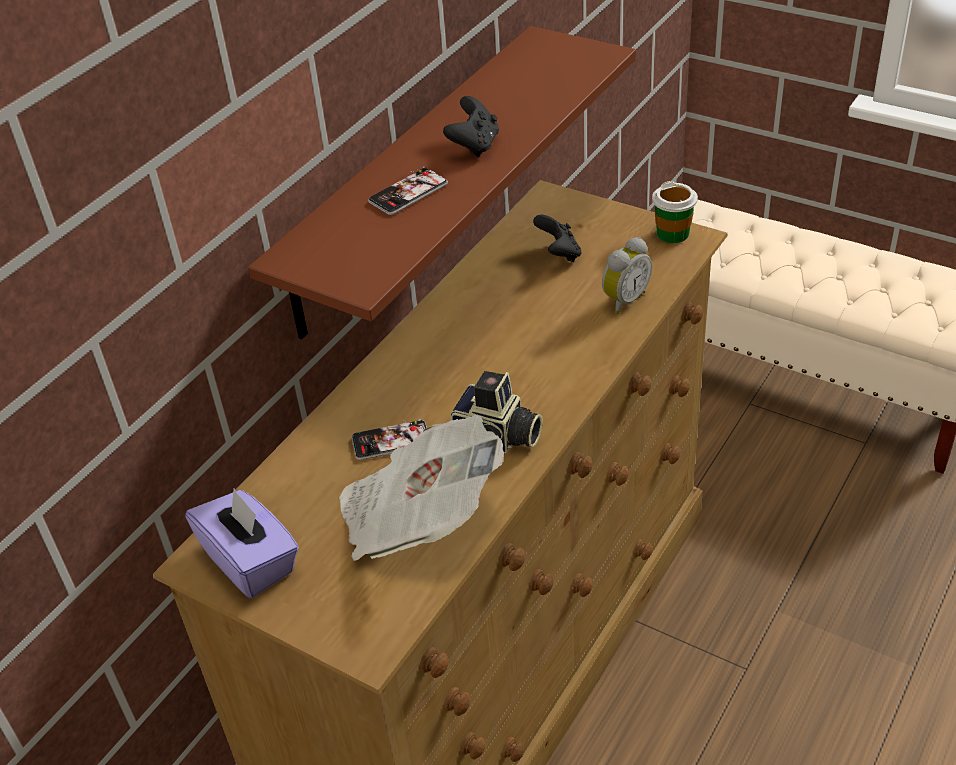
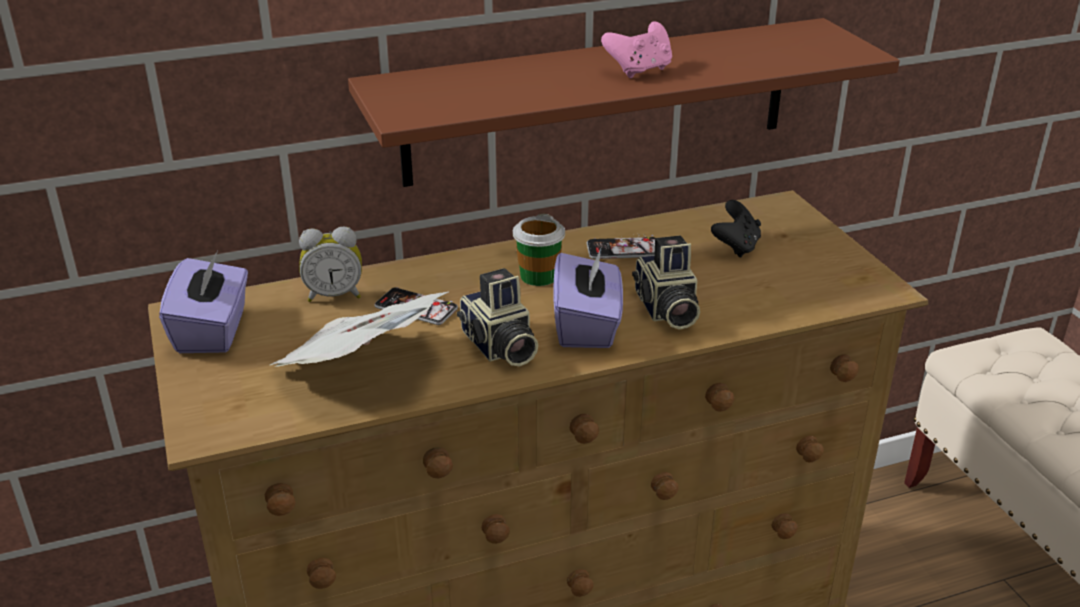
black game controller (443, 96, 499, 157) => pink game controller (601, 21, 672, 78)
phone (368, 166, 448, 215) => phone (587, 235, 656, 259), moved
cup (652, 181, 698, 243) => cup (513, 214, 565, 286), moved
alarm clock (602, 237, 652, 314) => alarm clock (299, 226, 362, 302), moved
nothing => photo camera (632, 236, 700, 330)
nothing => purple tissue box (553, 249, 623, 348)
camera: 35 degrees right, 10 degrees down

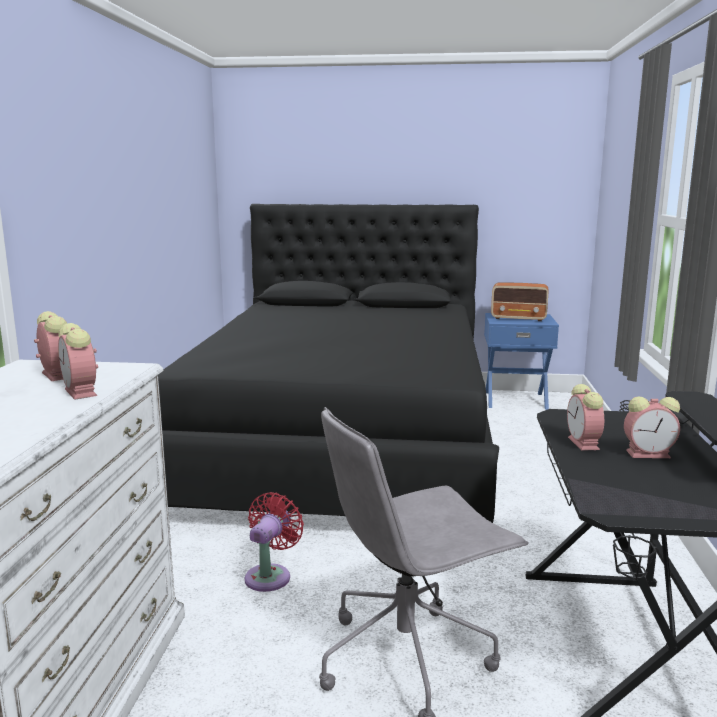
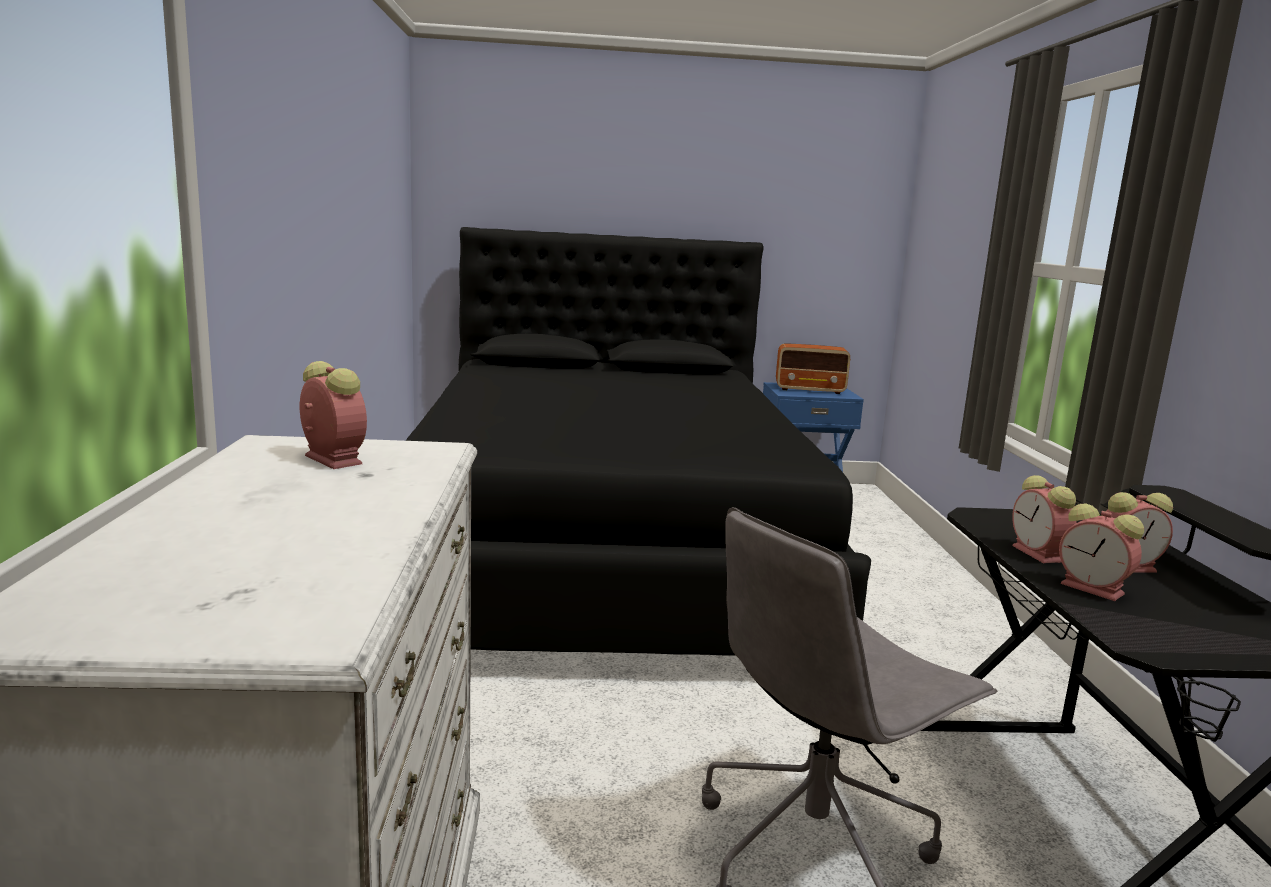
alarm clock (58, 323, 98, 400) => alarm clock (1059, 504, 1144, 601), moved
red fan (245, 492, 304, 592) => nothing
camera: 10 degrees left, 0 degrees up

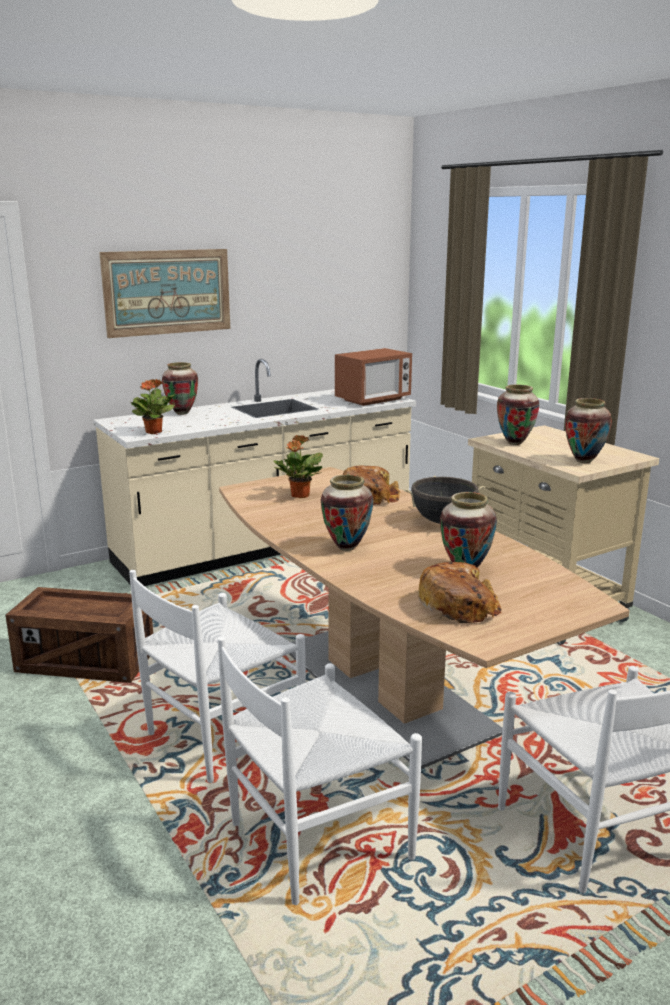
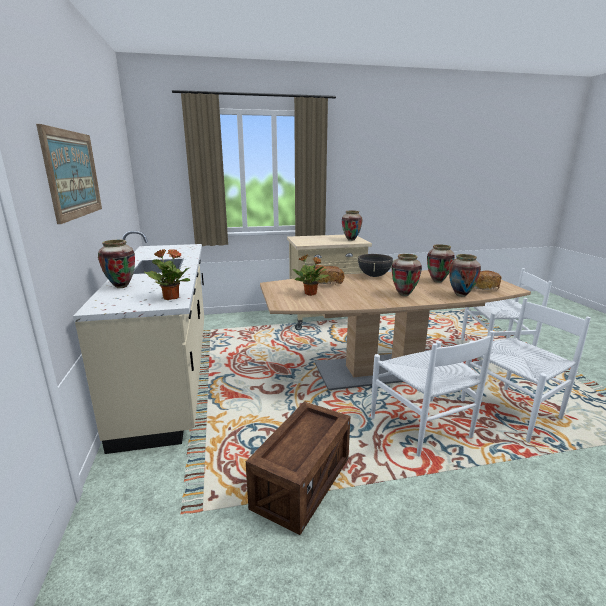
microwave (335, 348, 412, 406) => nothing
vase (497, 385, 539, 445) => vase (449, 254, 481, 297), moved
white chair (218, 637, 422, 905) => white chair (461, 298, 591, 443), 105 degrees counterclockwise
camera: 70 degrees left, 0 degrees up

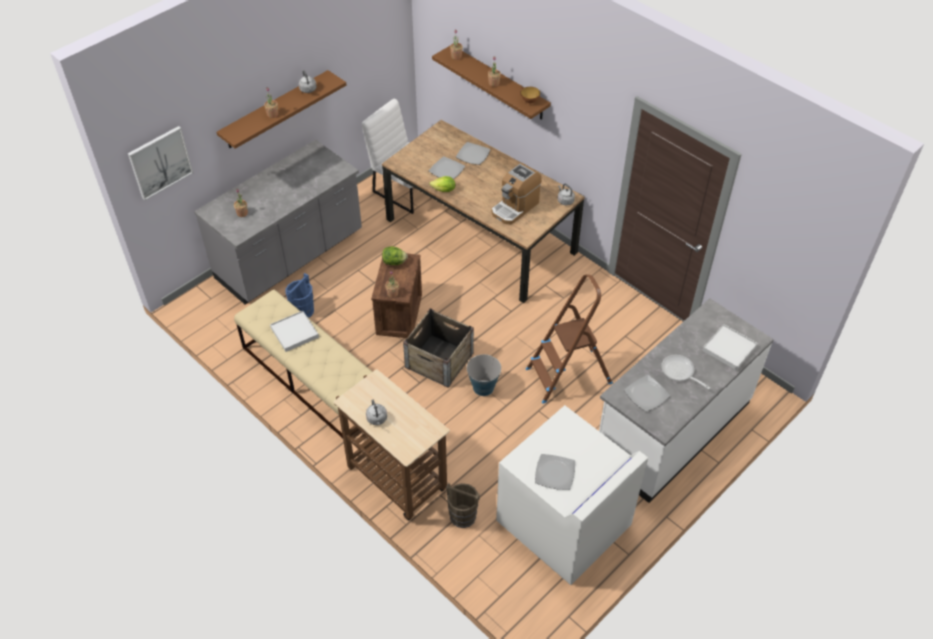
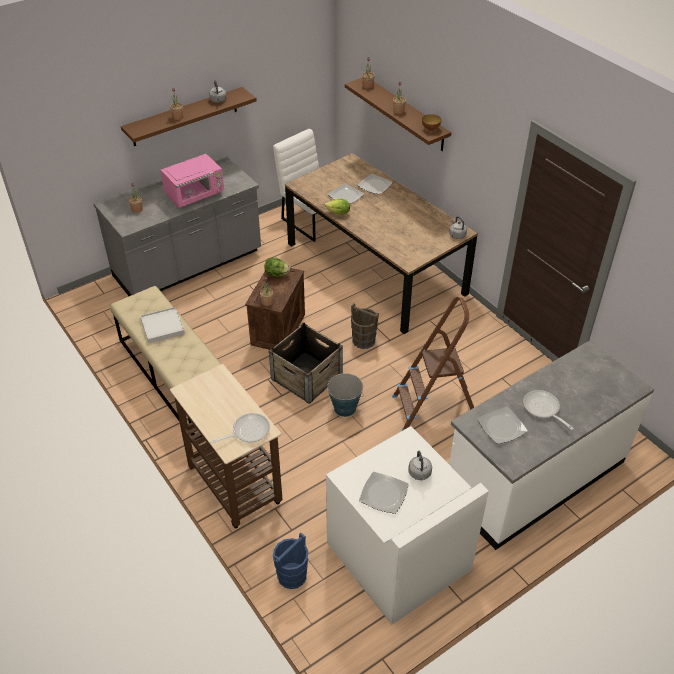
picture (128, 126, 193, 200) => nothing
coffee machine (492, 163, 542, 225) => nothing
blue bucket (286, 273, 314, 318) => blue bucket (273, 532, 308, 589), moved
white tray (702, 324, 758, 371) => nothing
grey kettle (366, 400, 387, 425) => grey kettle (408, 451, 432, 480), moved
brown bucket (446, 483, 480, 528) => brown bucket (351, 303, 379, 349), moved
nothing => pink microwave (160, 154, 224, 208)
nothing => frying pan (210, 413, 270, 444)
camera: 10 degrees right, 5 degrees down

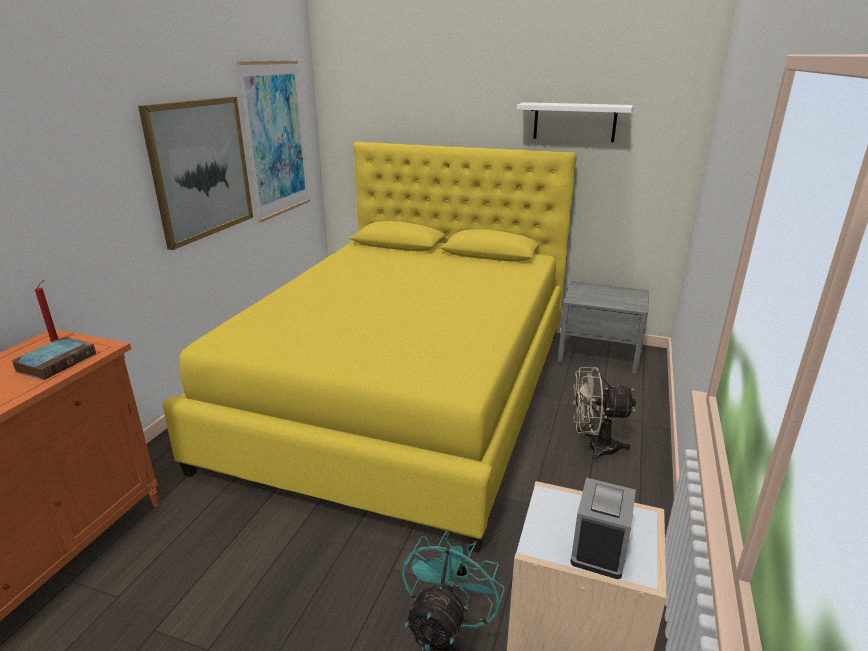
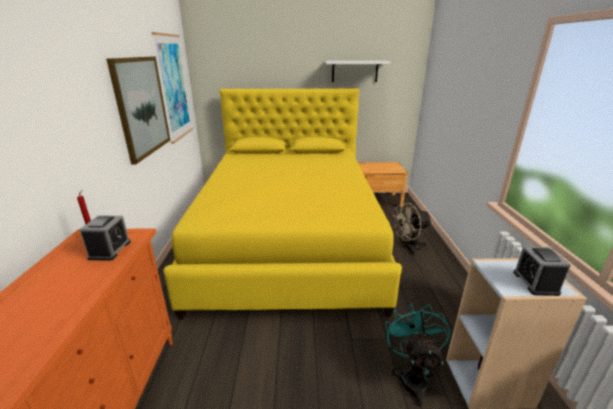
grey nightstand (558, 282, 649, 374) => brown nightstand (358, 162, 407, 208)
book (11, 337, 96, 380) => alarm clock (79, 215, 131, 261)
camera: 20 degrees left, 0 degrees up

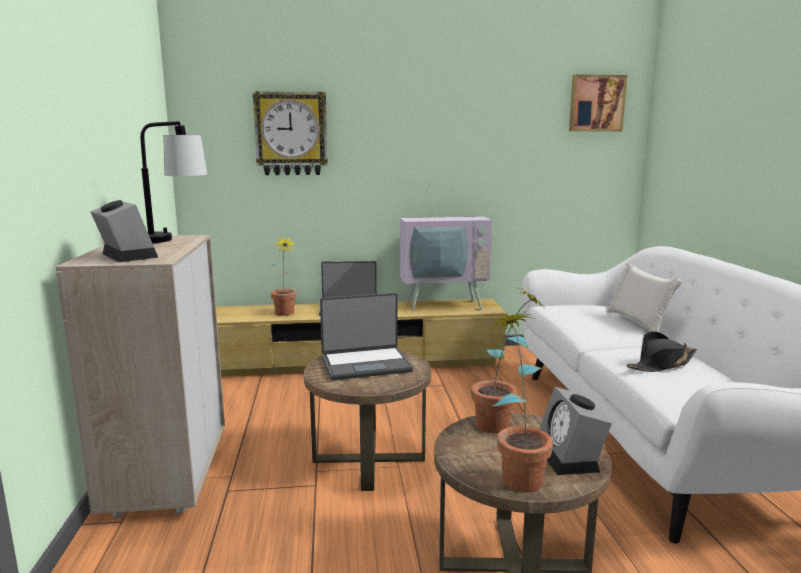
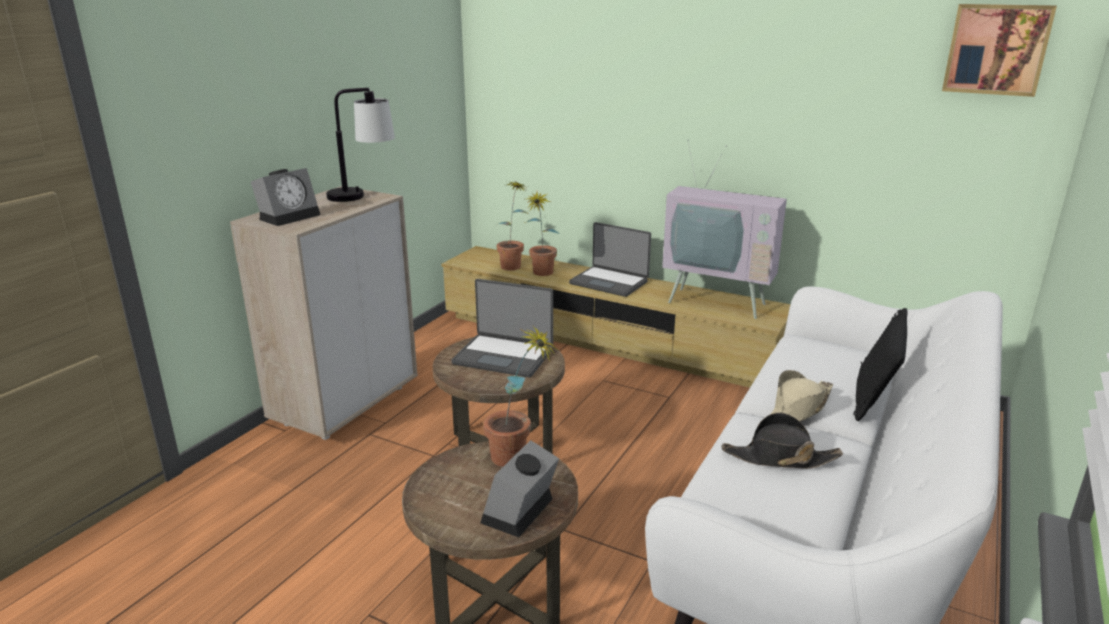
wall clock (252, 91, 328, 175) => nothing
alarm clock (90, 200, 158, 262) => alarm clock (251, 168, 320, 226), 45 degrees clockwise
white pillow (606, 262, 682, 332) => black pillow (853, 308, 908, 421)
potted plant (491, 312, 553, 492) => potted plant (495, 181, 528, 270), moved
nothing => beige hat (771, 370, 833, 421)
camera: 35 degrees right, 10 degrees up

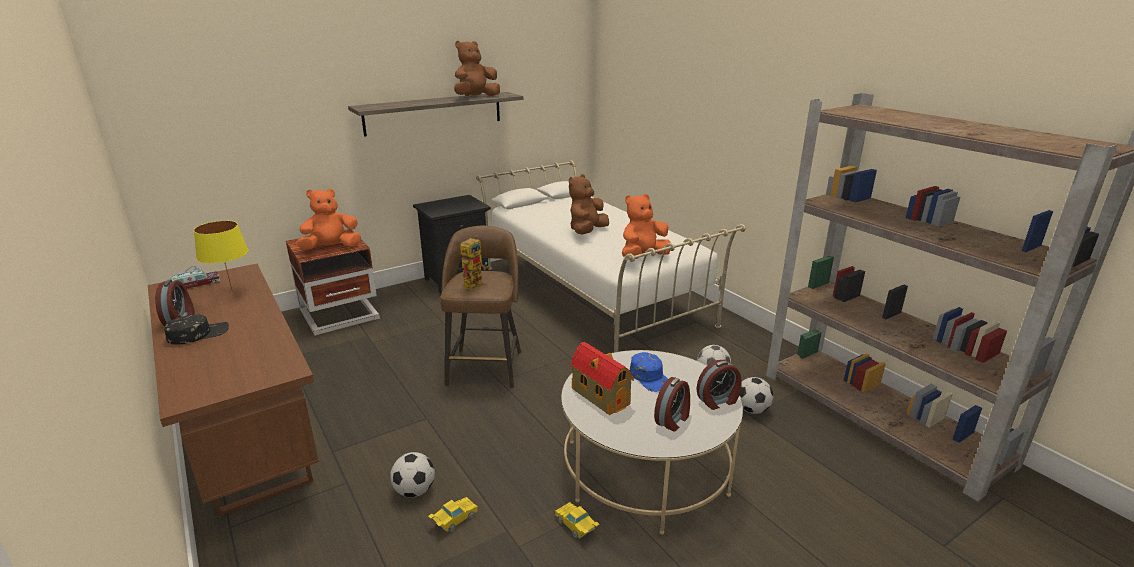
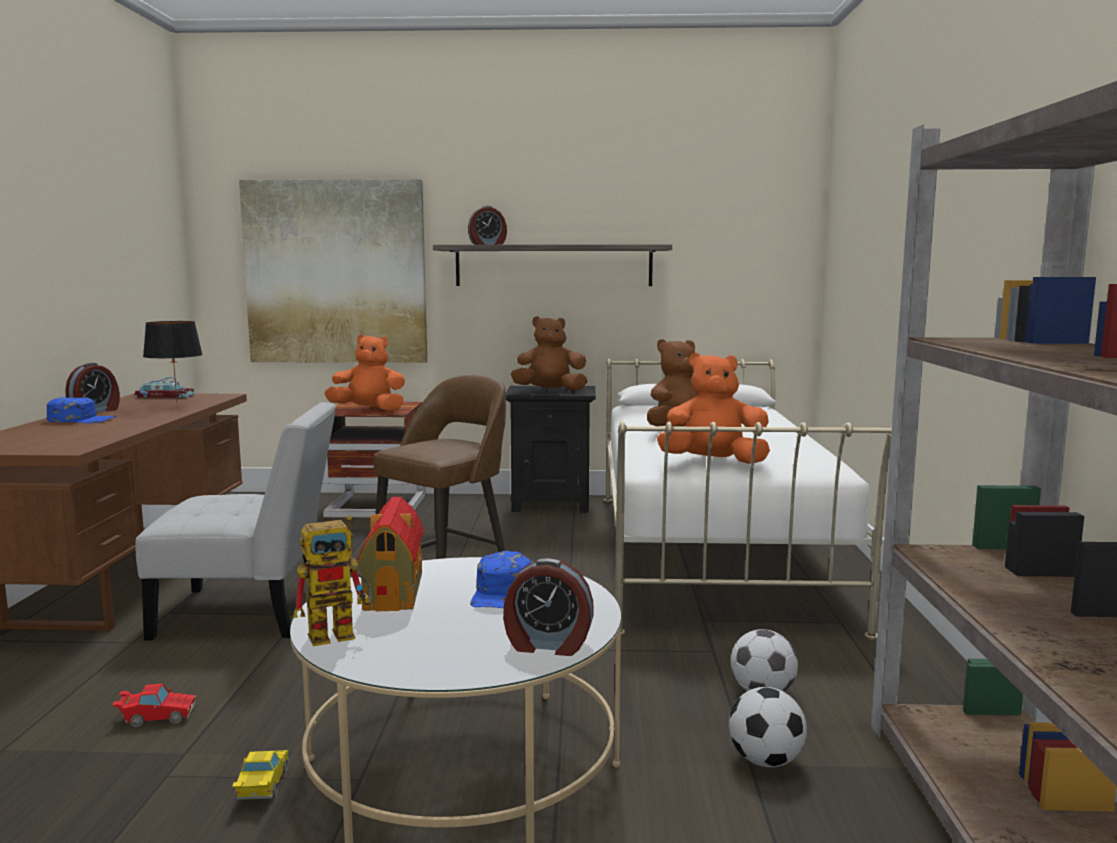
brown plush toy (454, 41, 500, 96) => brown plush toy (511, 316, 587, 391), moved
yellow table lamp (194, 221, 249, 292) => black table lamp (143, 321, 203, 405)
toy robot (460, 235, 488, 291) => toy robot (293, 516, 372, 646), moved
black cap (165, 314, 229, 345) => blue cap (47, 397, 116, 423)
alarm clock (654, 377, 690, 432) => alarm clock (468, 206, 507, 245), moved
football (390, 452, 435, 497) => nothing
yellow toy car (429, 497, 478, 532) => red toy car (112, 684, 196, 727)
nothing => picture (239, 179, 427, 363)
nothing => white chair (135, 402, 336, 641)
camera: 35 degrees right, 15 degrees down

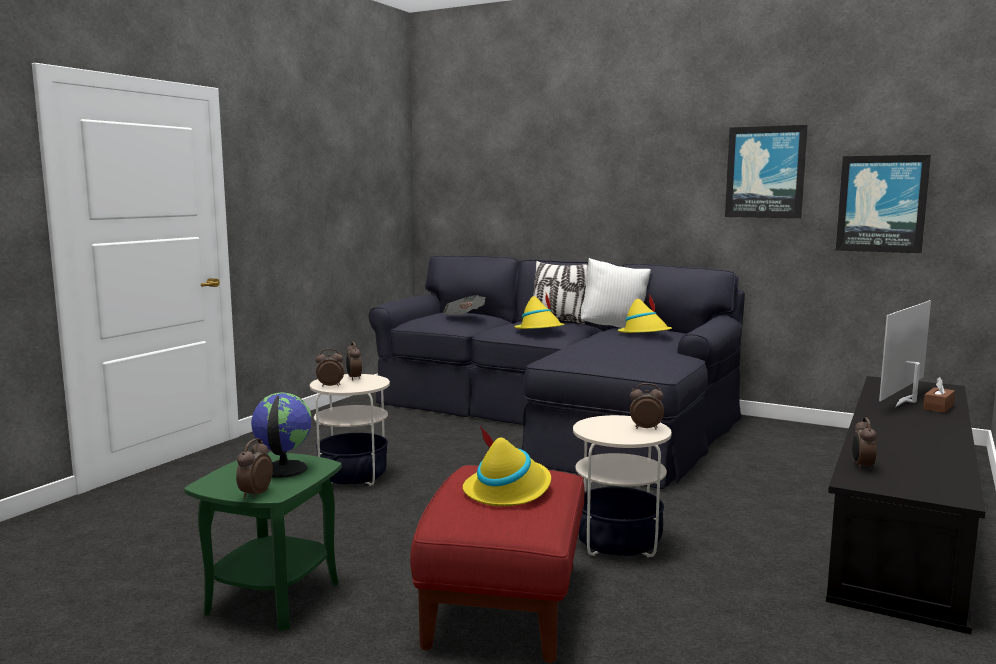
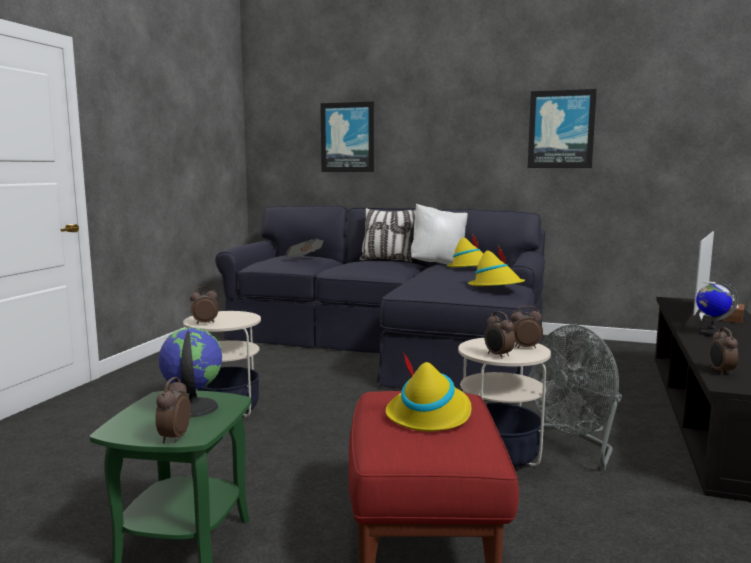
picture (836, 155, 931, 253) => picture (320, 102, 374, 172), moved
yellow hat (514, 293, 565, 329) => yellow hat (468, 245, 525, 286), moved
alarm clock (346, 342, 362, 380) => alarm clock (484, 311, 515, 359), moved
nothing => globe (696, 281, 738, 337)
nothing => grey fan (517, 325, 622, 471)
camera: 10 degrees left, 0 degrees up

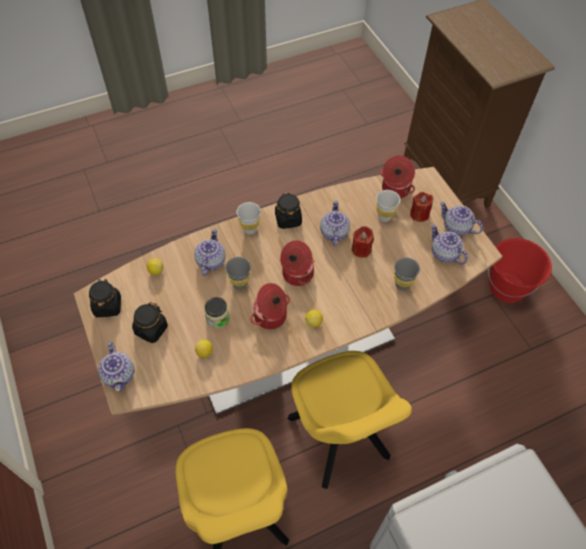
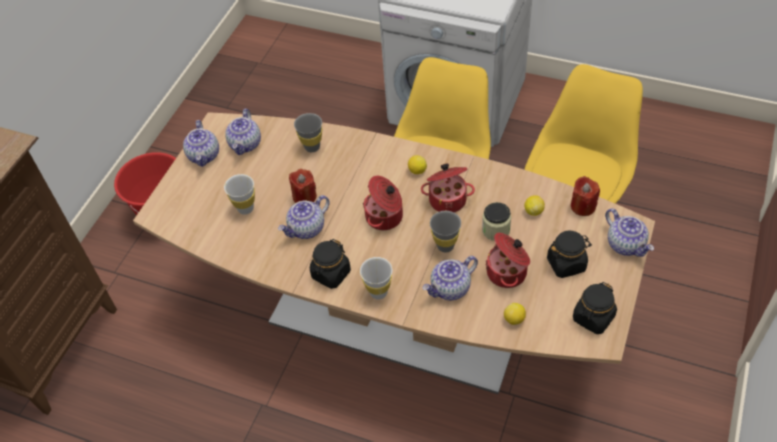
cooking pot (380, 155, 415, 199) => cooking pot (485, 233, 530, 288), moved
red candle (410, 192, 433, 222) => red candle (571, 176, 600, 216), moved
teapot (98, 342, 134, 392) => teapot (605, 208, 654, 257), 120 degrees clockwise
camera: 130 degrees left, 5 degrees down

